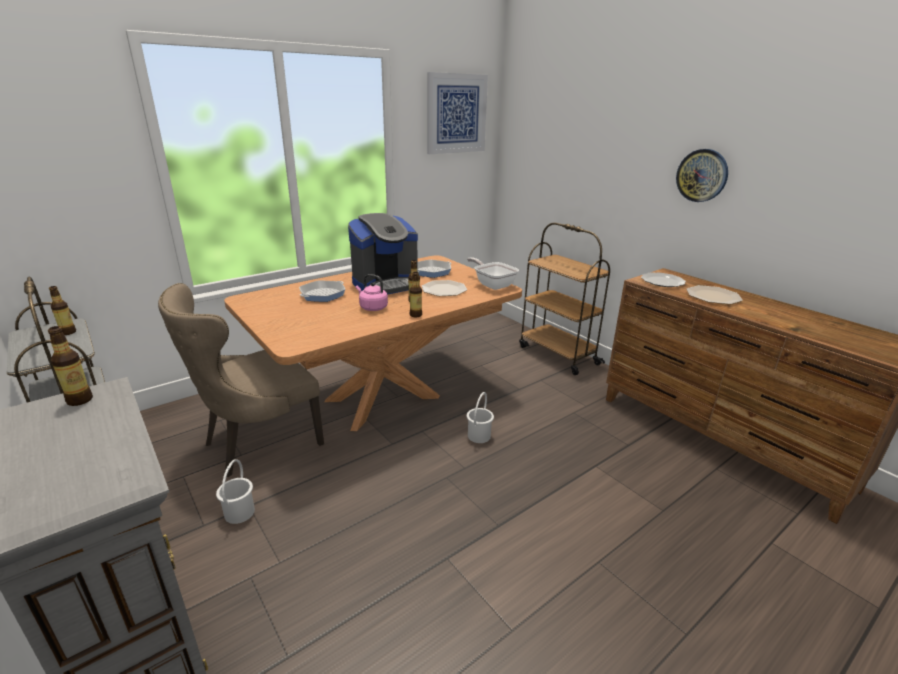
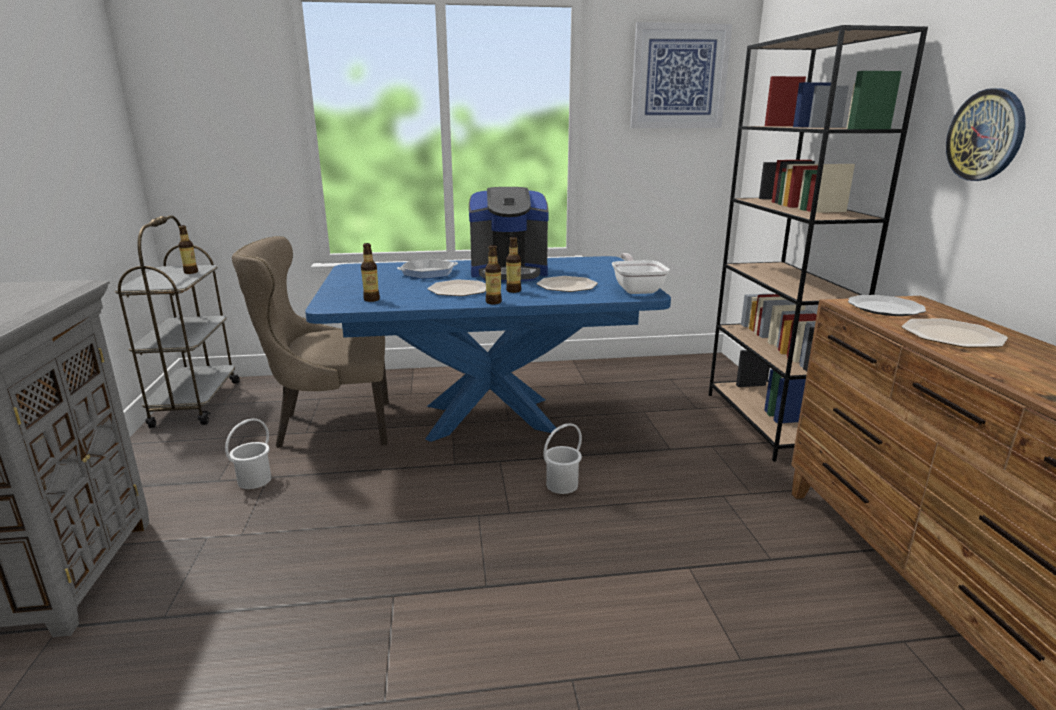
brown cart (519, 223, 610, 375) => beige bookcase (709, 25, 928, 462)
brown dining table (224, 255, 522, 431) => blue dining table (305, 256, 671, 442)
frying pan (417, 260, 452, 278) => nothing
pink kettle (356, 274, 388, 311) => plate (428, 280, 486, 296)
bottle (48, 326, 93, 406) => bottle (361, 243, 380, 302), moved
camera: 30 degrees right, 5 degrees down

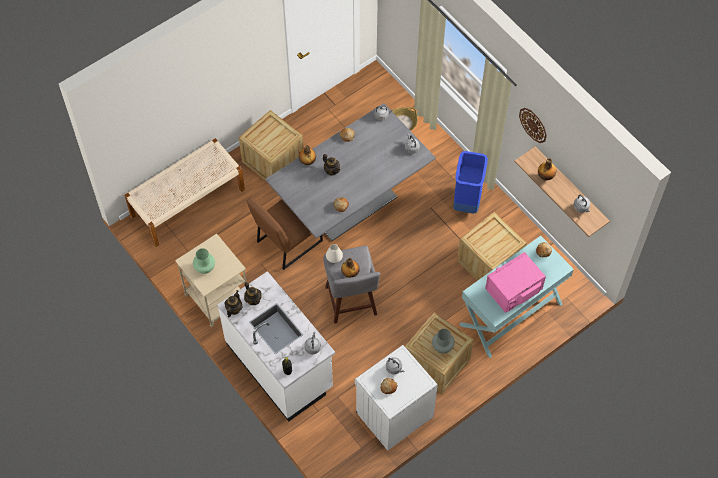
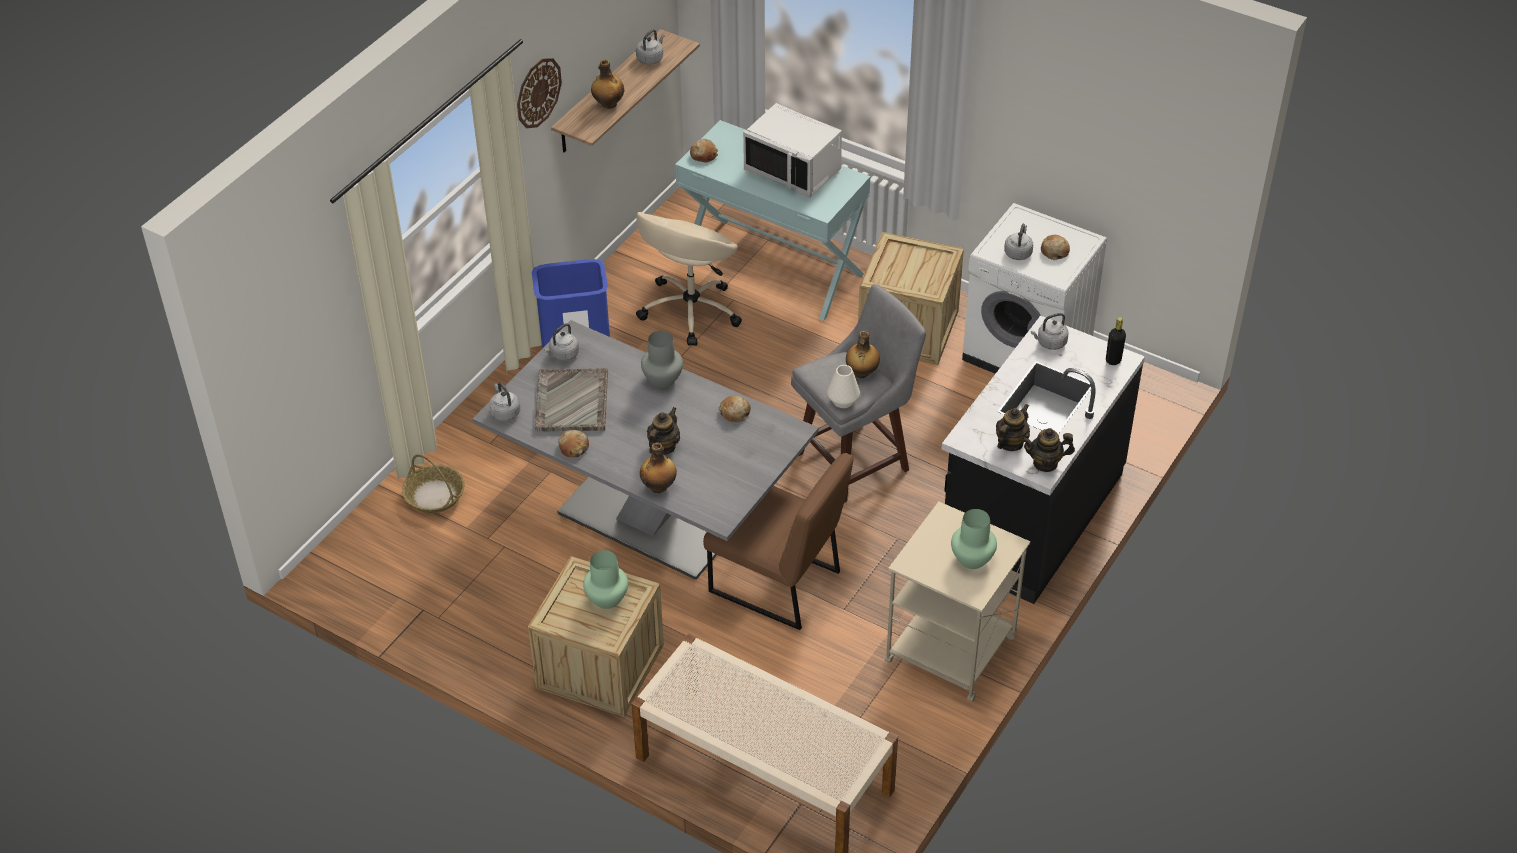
crate (457, 212, 527, 281) => beige office chair (636, 212, 742, 346)
pink microwave (485, 252, 546, 313) => white microwave (743, 103, 842, 198)
white counter (217, 271, 335, 421) => black counter (942, 316, 1145, 604)
grey vase (432, 329, 455, 353) => grey vase (641, 331, 683, 388), moved
nothing => grey tray (535, 368, 608, 432)
nothing => green vase (583, 550, 628, 609)
camera: 110 degrees left, 15 degrees down

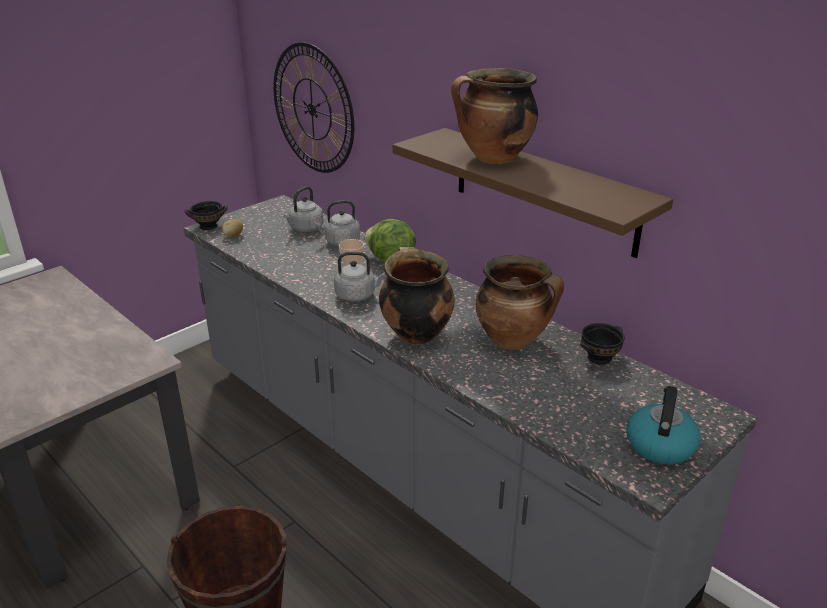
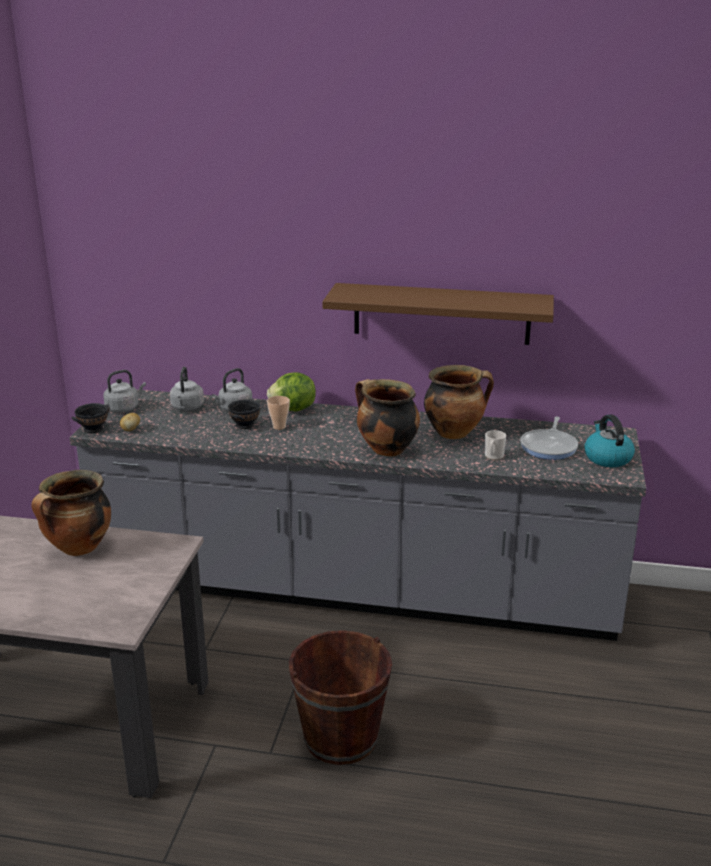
wall clock (274, 42, 354, 173) => nothing
cooking pot (451, 68, 538, 164) => cooking pot (31, 470, 111, 556), moved
grey kettle (334, 252, 386, 302) => grey kettle (103, 370, 146, 413), moved
black bowl (580, 323, 625, 364) => black bowl (228, 399, 260, 429), moved
nothing => frying pan (520, 417, 578, 460)
nothing => mug (485, 430, 506, 460)
camera: 35 degrees left, 5 degrees down

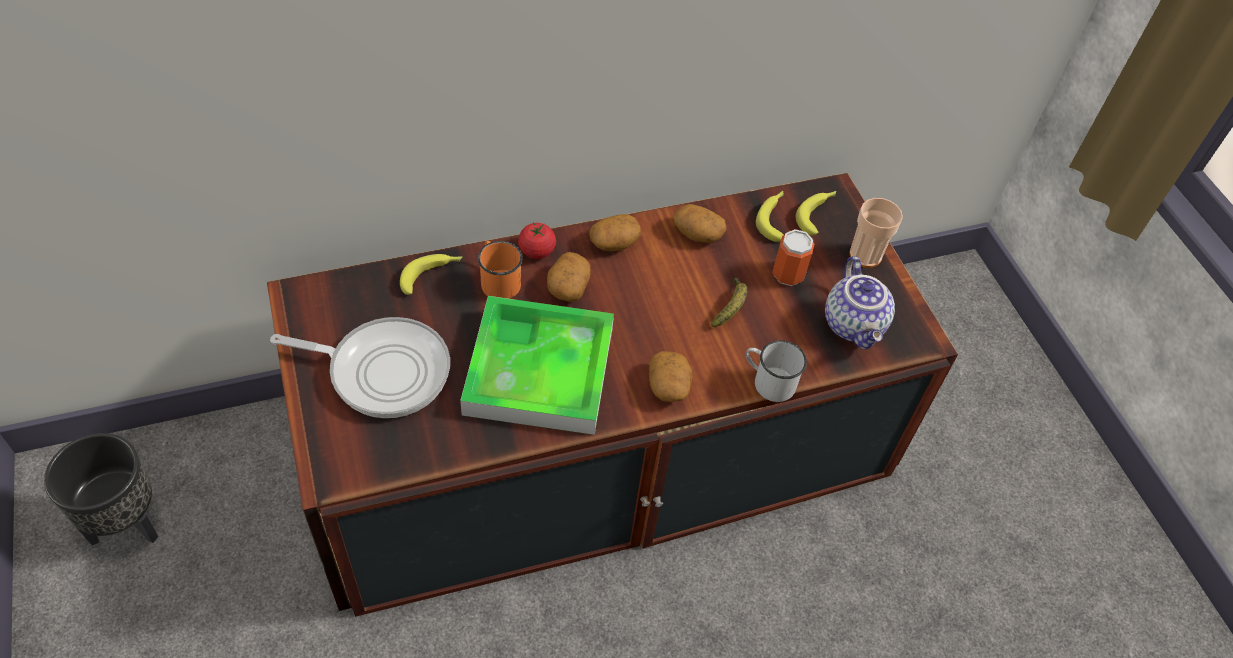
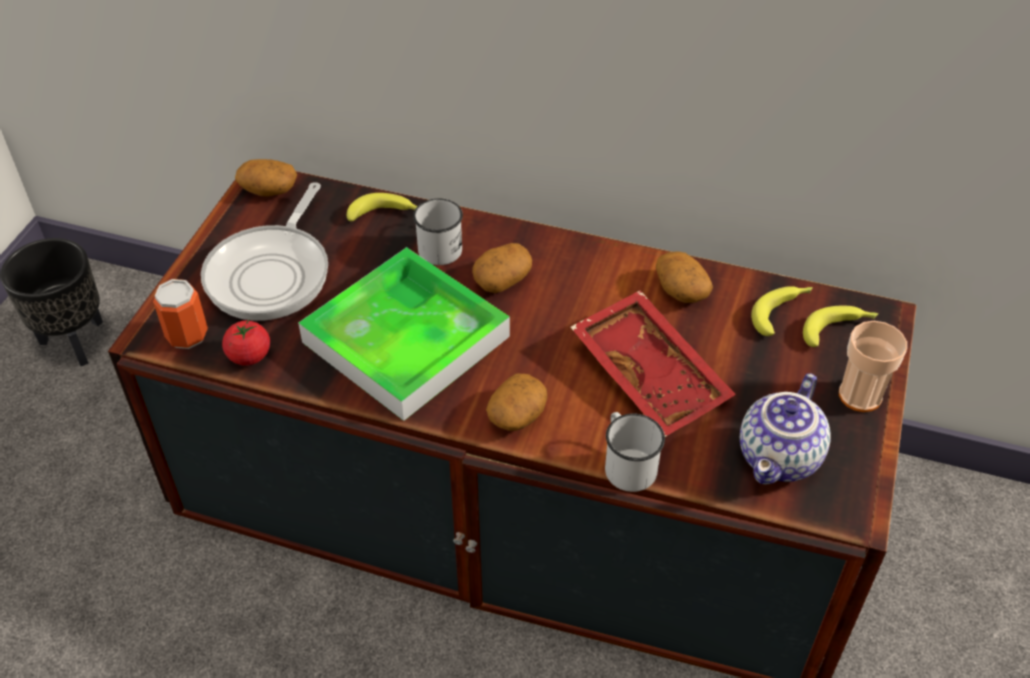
potato (589, 214, 641, 251) => potato (235, 159, 297, 196), moved
tomato (518, 222, 556, 259) => tomato (222, 319, 270, 366), moved
can (772, 229, 814, 286) => can (153, 279, 208, 349), moved
orange mug (478, 241, 523, 299) => white mug (413, 199, 463, 265)
banana (711, 278, 748, 327) => red tray (571, 290, 736, 437)
frying pan (270, 317, 450, 418) => frying pan (201, 182, 328, 320), 60 degrees clockwise
camera: 40 degrees right, 5 degrees down

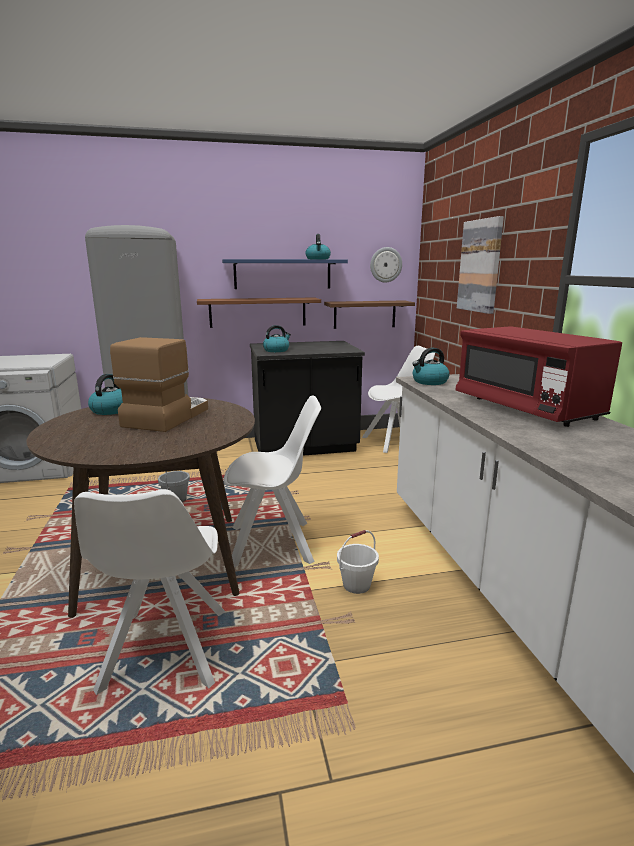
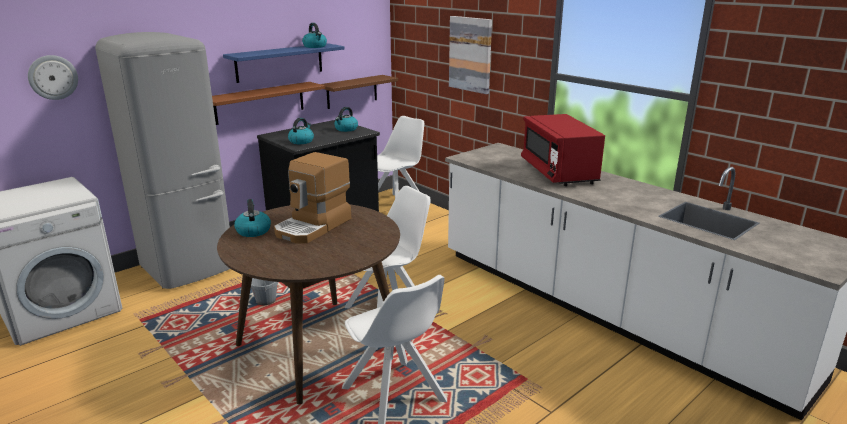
wall clock (370, 247, 402, 282) => wall clock (28, 55, 78, 100), moved
red microwave (456, 326, 622, 427) => red microwave (521, 114, 605, 186), 45 degrees clockwise
coffee machine (110, 337, 208, 432) => coffee machine (274, 152, 351, 244), 135 degrees counterclockwise
kettle (412, 348, 450, 385) => kettle (334, 107, 358, 132), moved
white bucket (337, 530, 379, 594) => nothing
camera: 30 degrees left, 5 degrees up

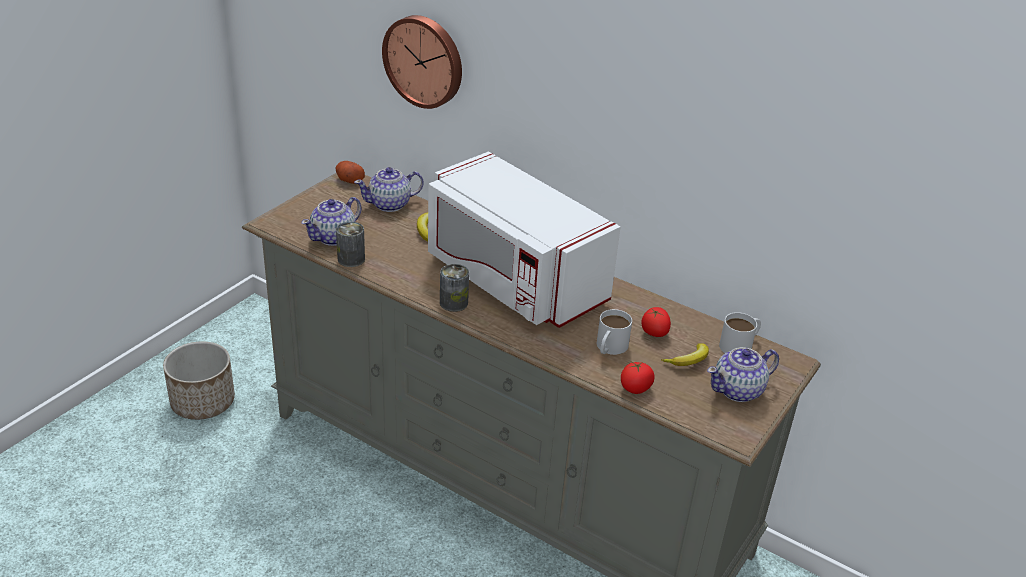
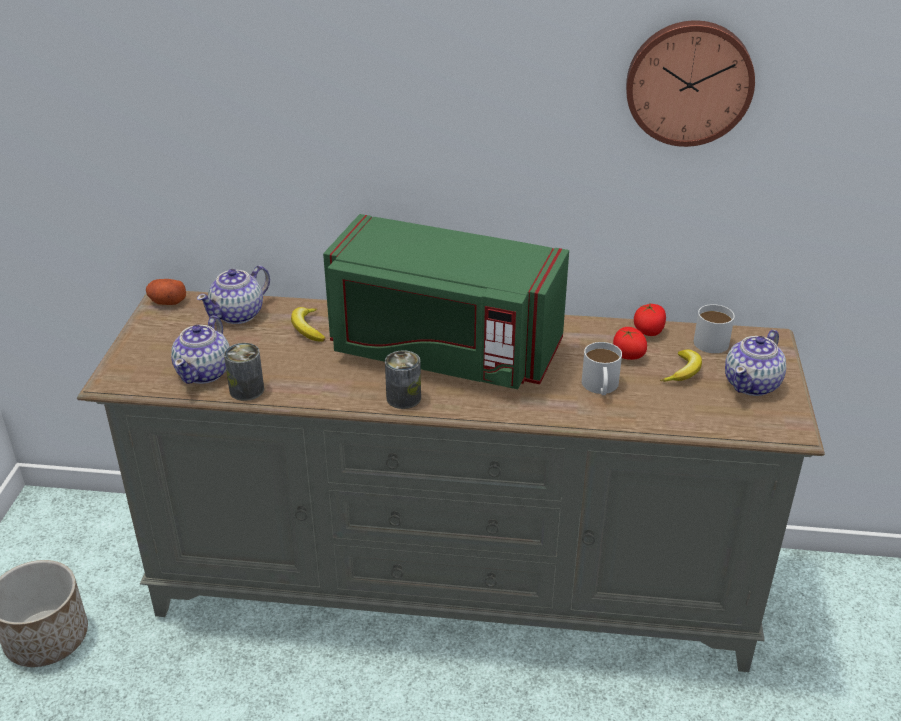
wall clock (382, 15, 462, 109) => wall clock (626, 20, 755, 147), moved
white microwave (428, 152, 621, 328) => green microwave (323, 214, 569, 389)
tomato (621, 362, 655, 394) => tomato (634, 304, 666, 336), moved
camera: 25 degrees left, 0 degrees up

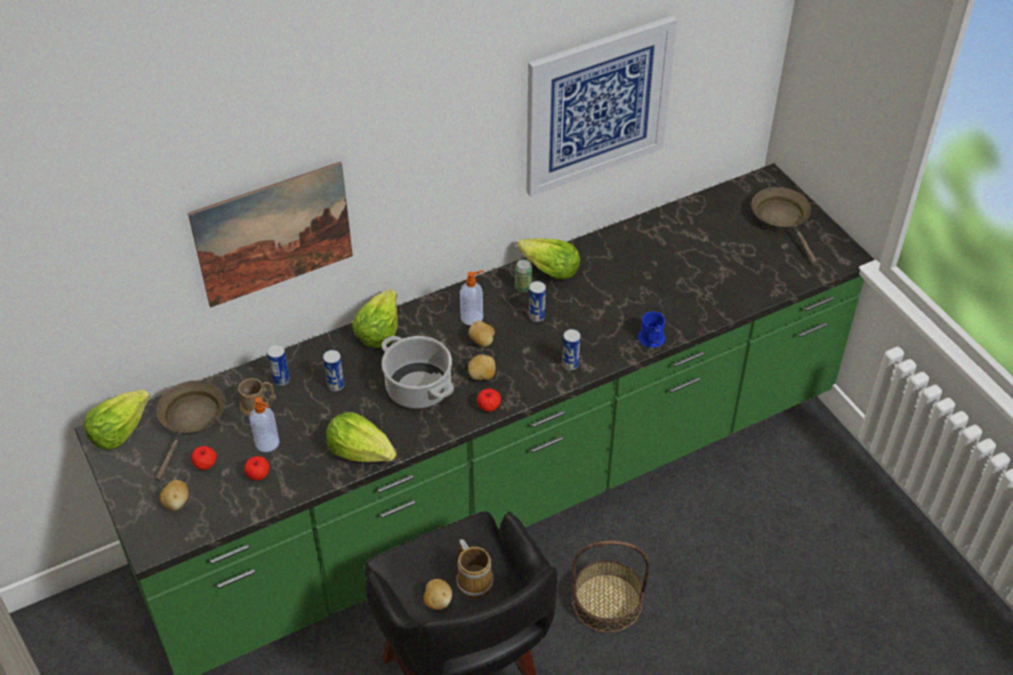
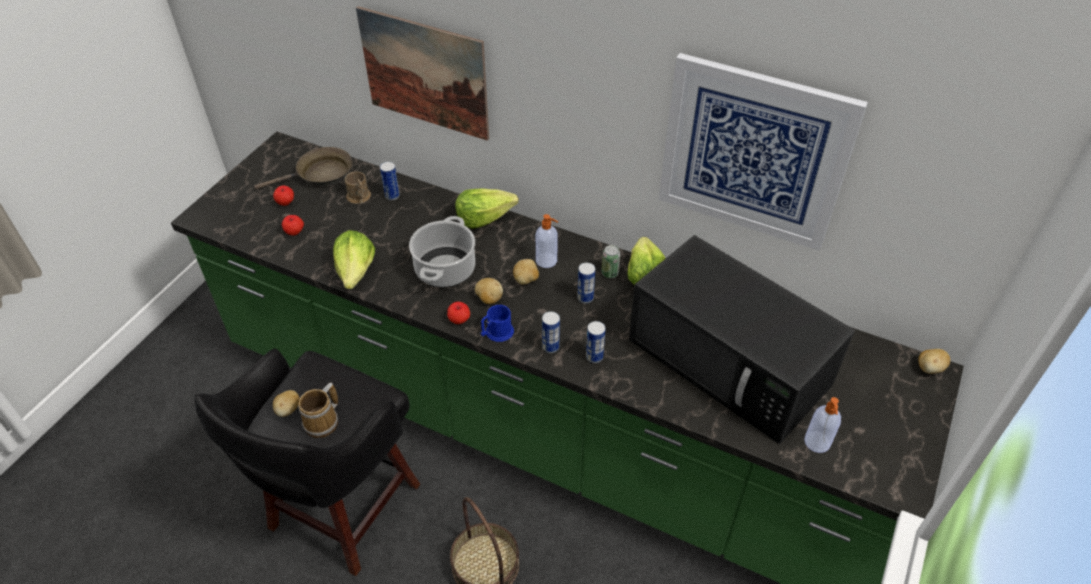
brown frying pan (752, 187, 817, 264) => nothing
blue mug (638, 311, 666, 348) => blue mug (481, 305, 514, 342), moved
can (323, 350, 344, 392) => can (586, 321, 606, 363), moved
lettuce (84, 390, 150, 450) => nothing
soap dispenser (249, 397, 279, 452) => soap dispenser (804, 397, 841, 453), moved
potato (159, 480, 189, 511) => potato (918, 349, 950, 374), moved
nothing => black microwave (629, 235, 855, 444)
camera: 55 degrees right, 0 degrees up

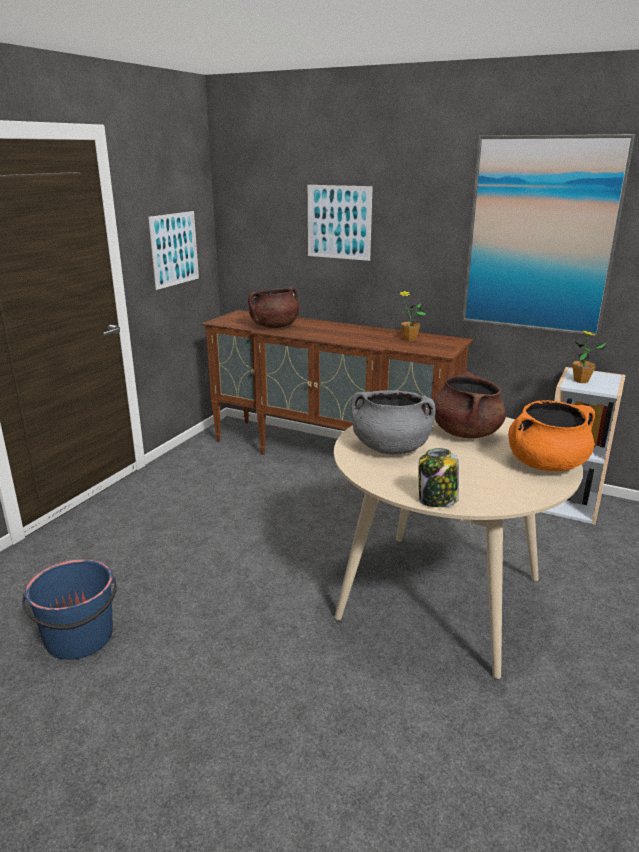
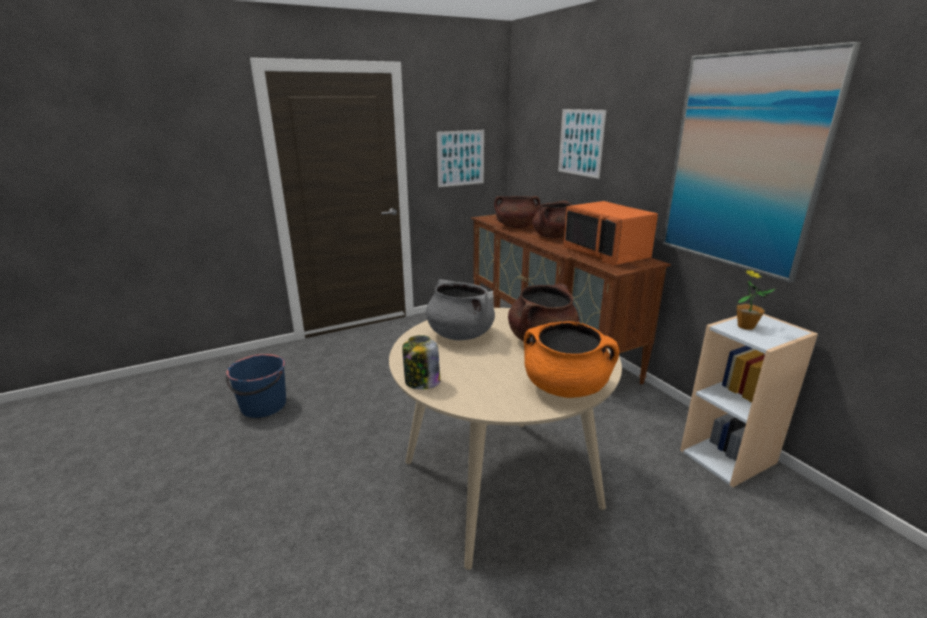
potted plant (397, 291, 426, 341) => orange microwave (563, 201, 658, 265)
nothing => brown cooking pot (532, 201, 572, 238)
camera: 35 degrees right, 0 degrees up

